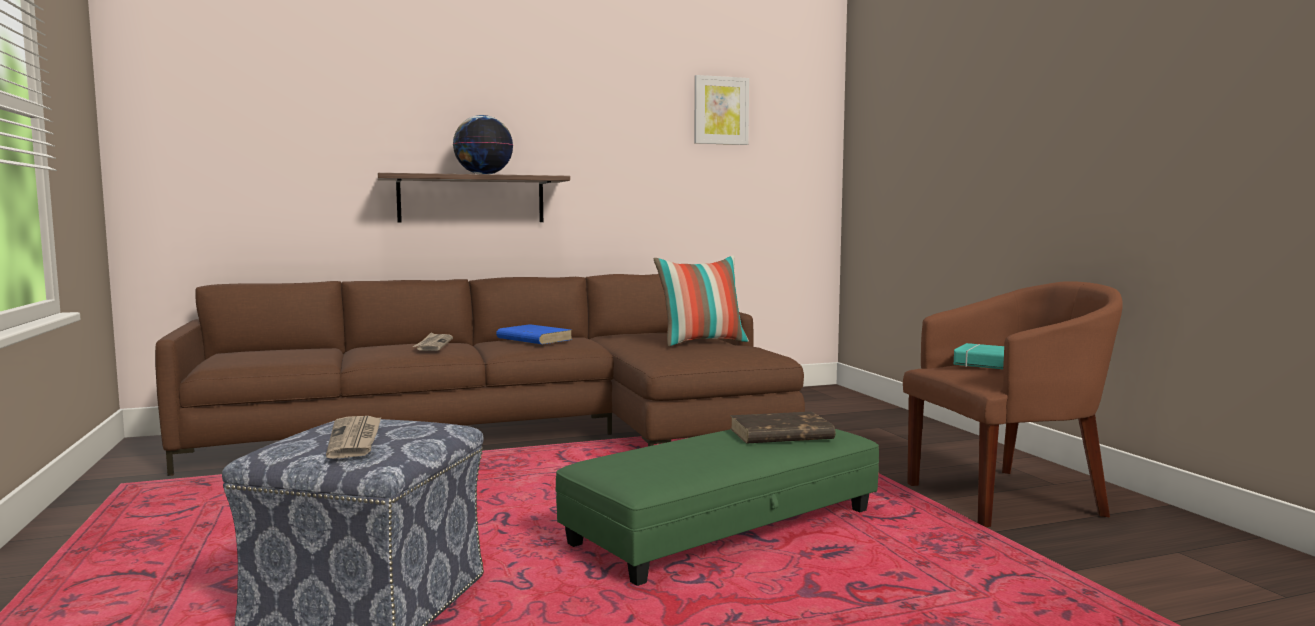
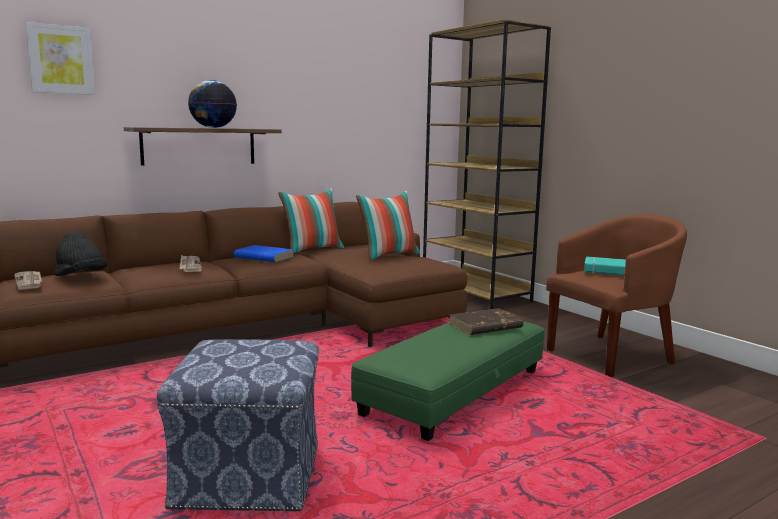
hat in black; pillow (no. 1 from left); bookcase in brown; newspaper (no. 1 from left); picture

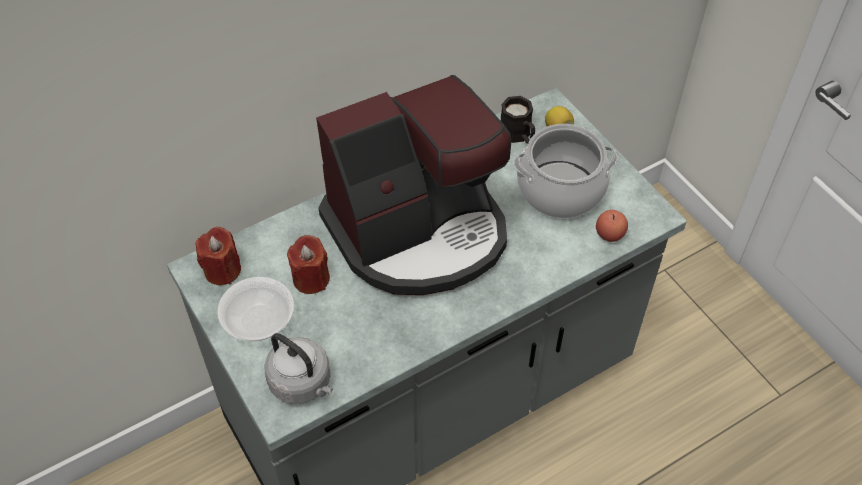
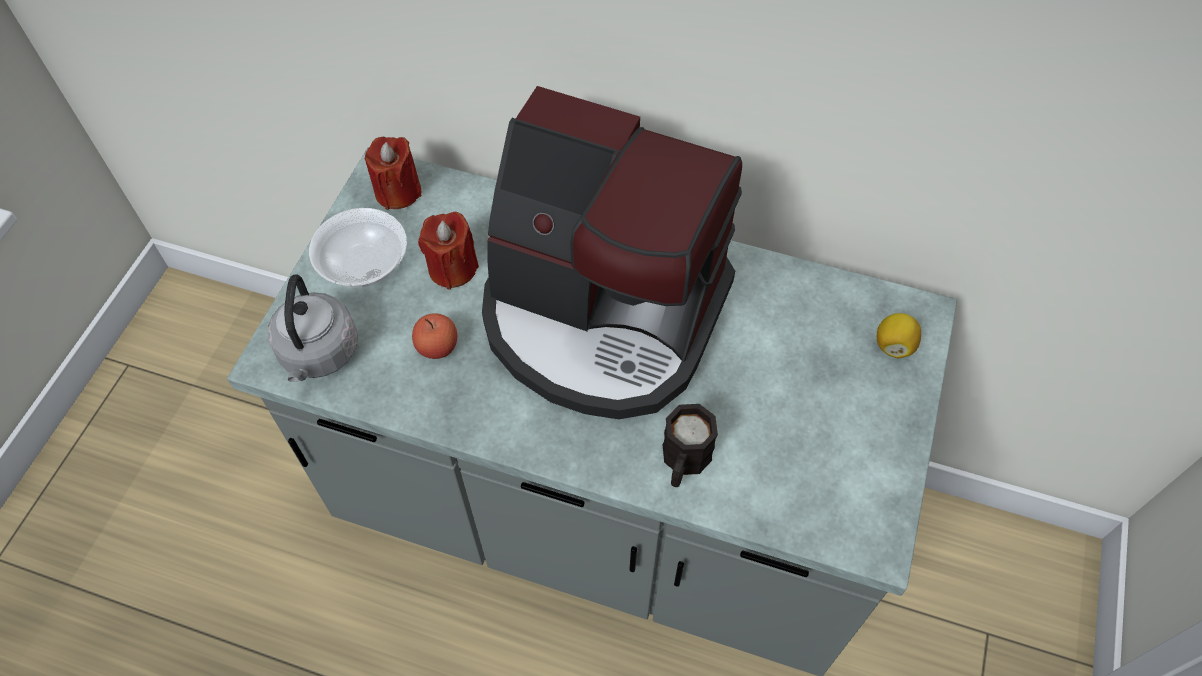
cooking pot; mug in black; apple

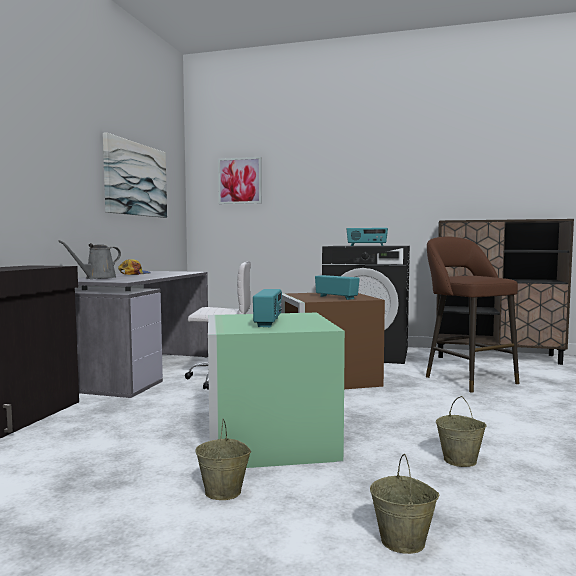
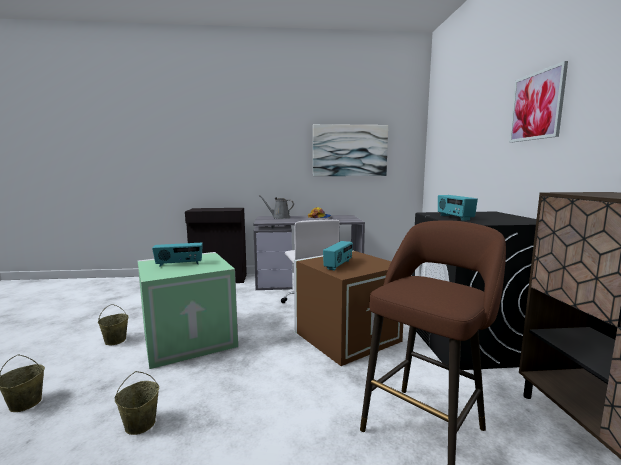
picture (no. 2 from left)

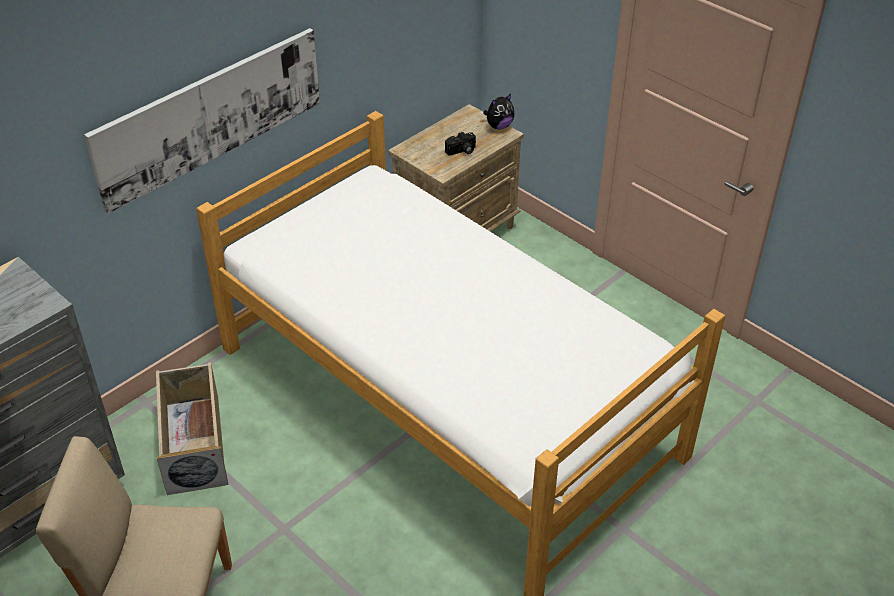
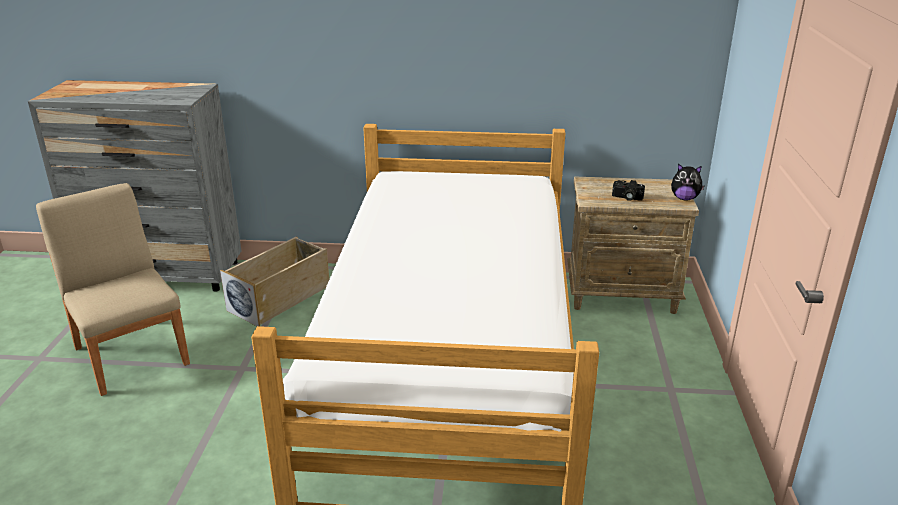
picture

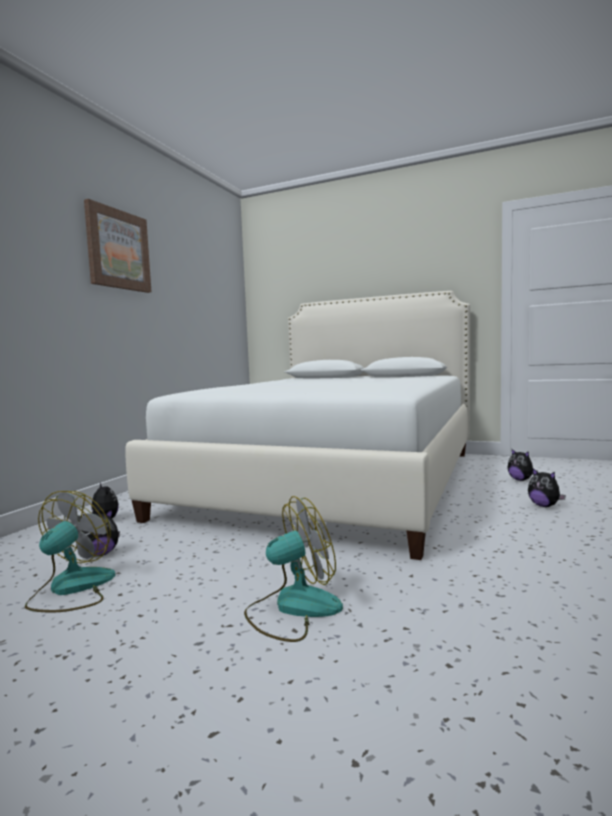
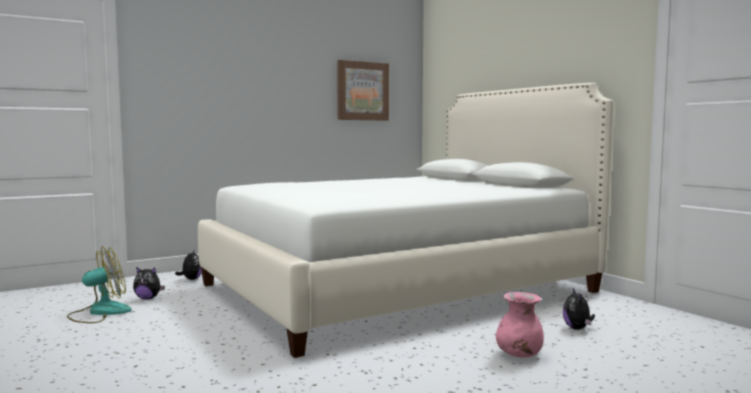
fan (no. 2 from left in the first image); picture; vase in pink

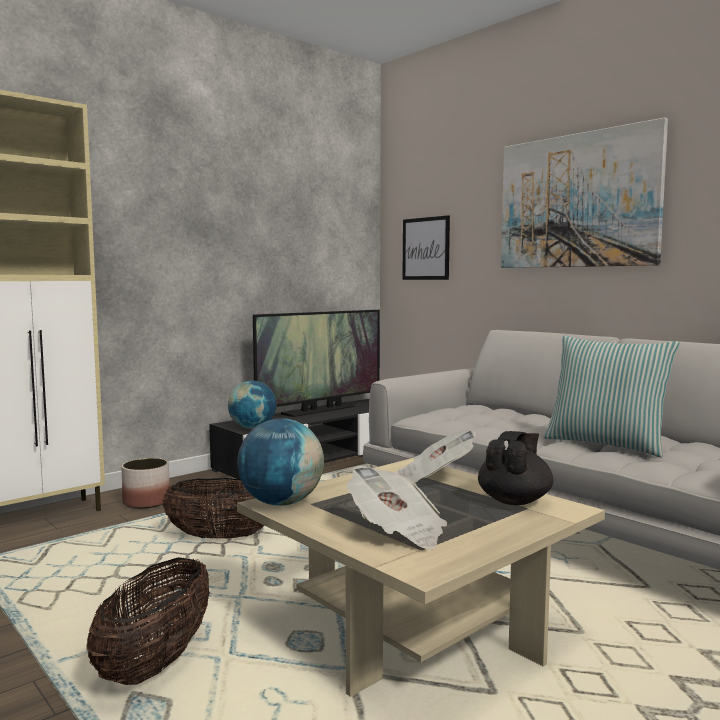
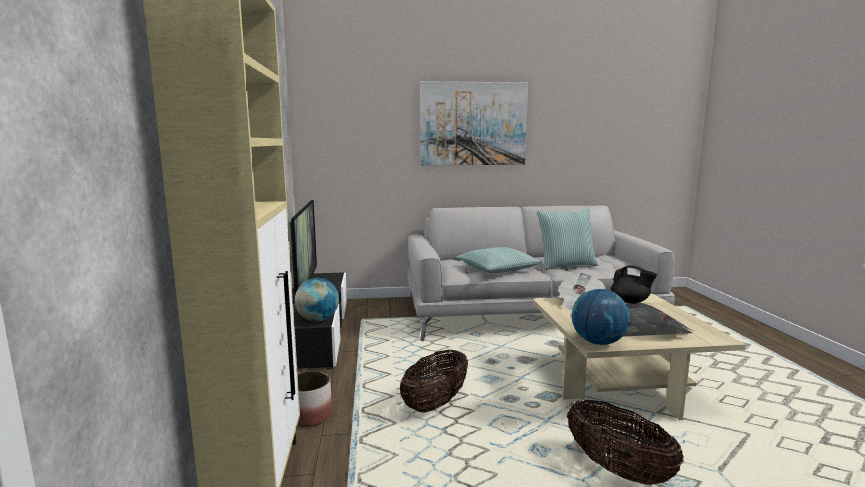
picture (no. 1 from left in the first image); pillow (no. 1 from left); teapot in black

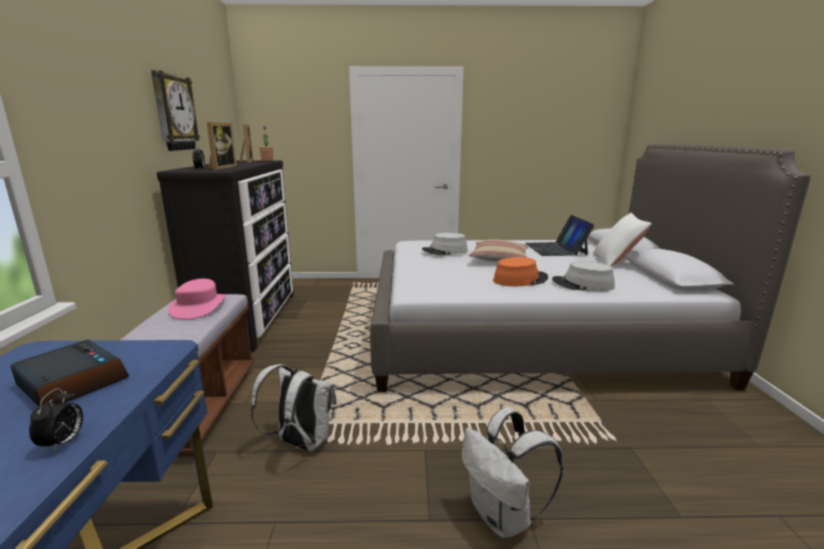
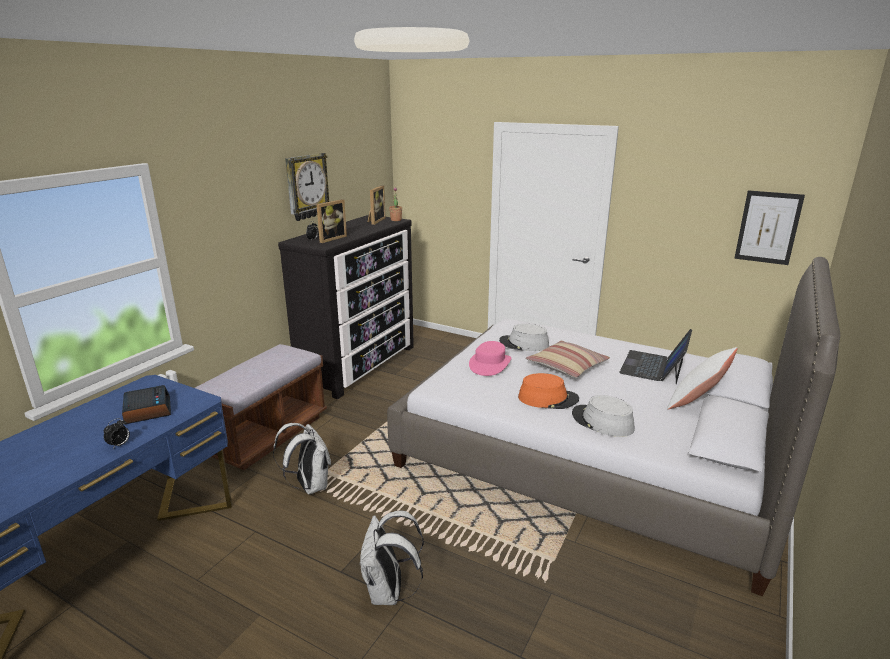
picture; hat in pink

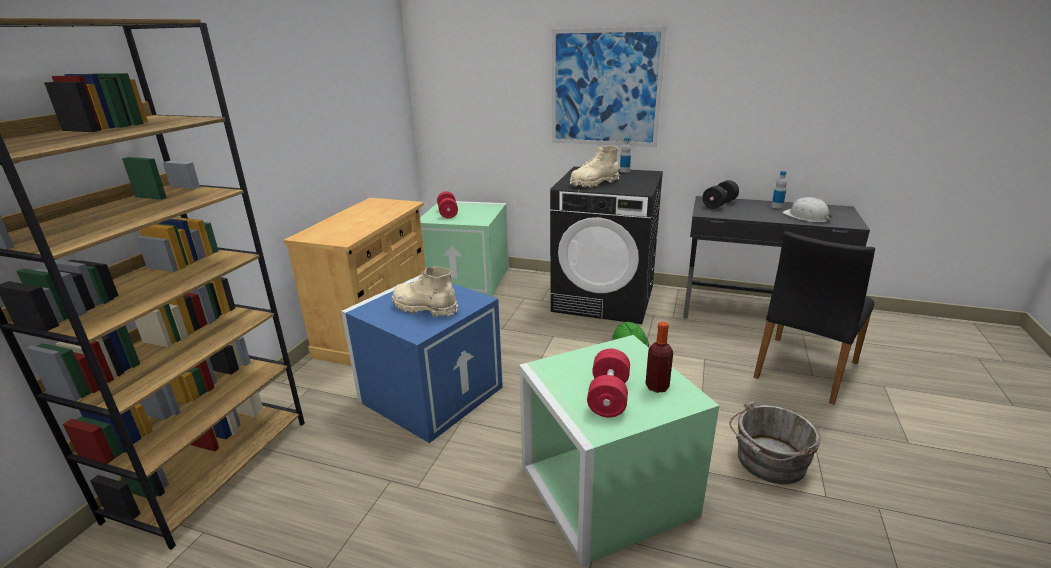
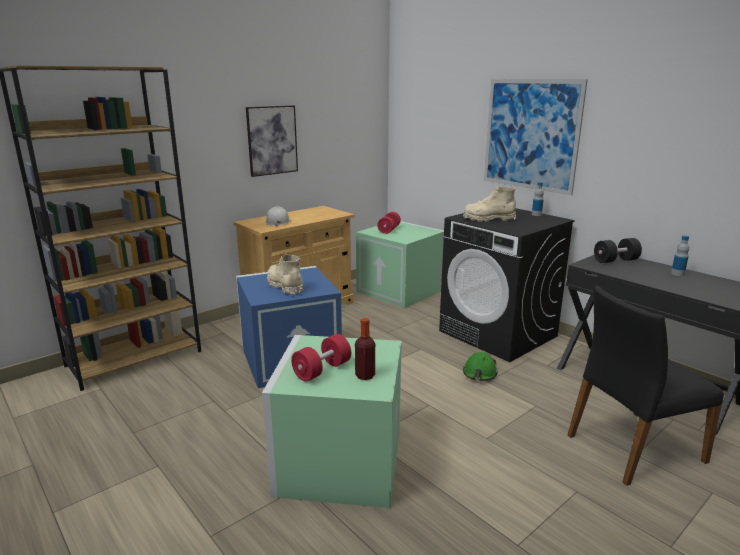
bucket in grey; picture (no. 1 from left); hard hat in white

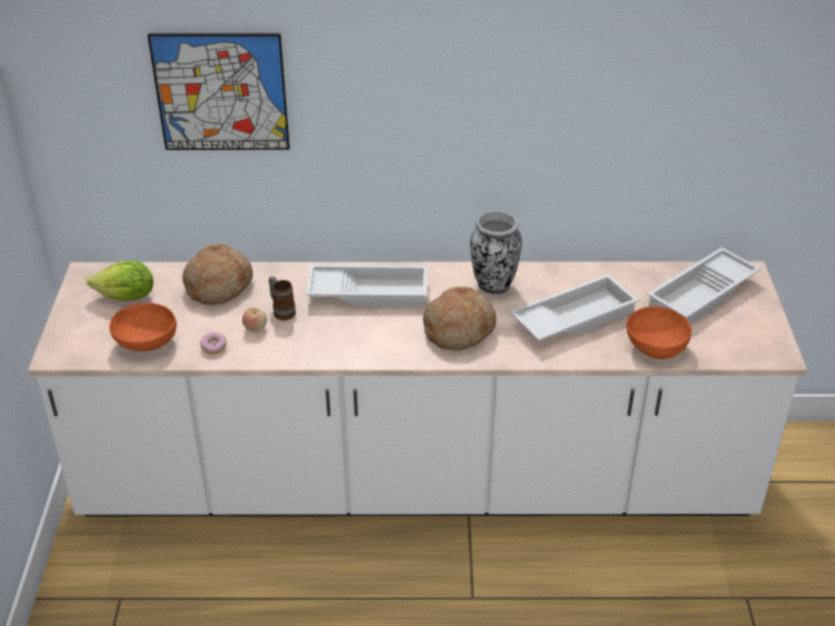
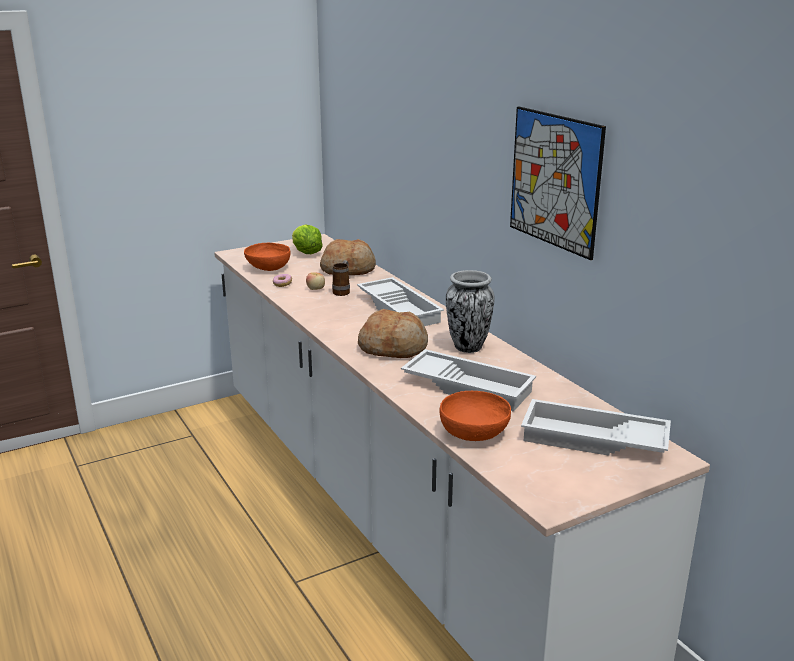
picture

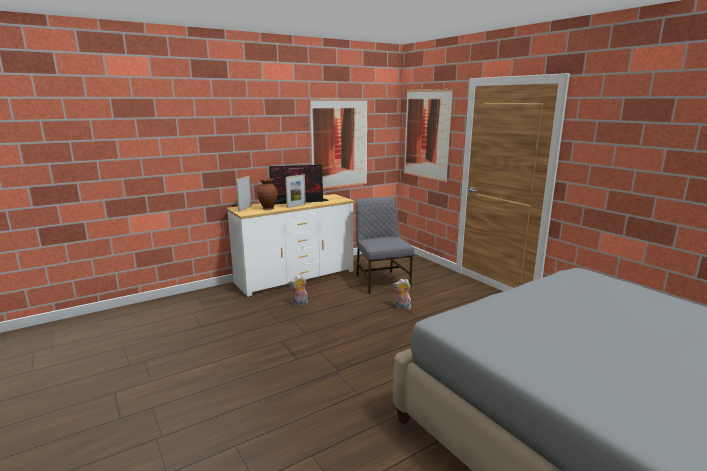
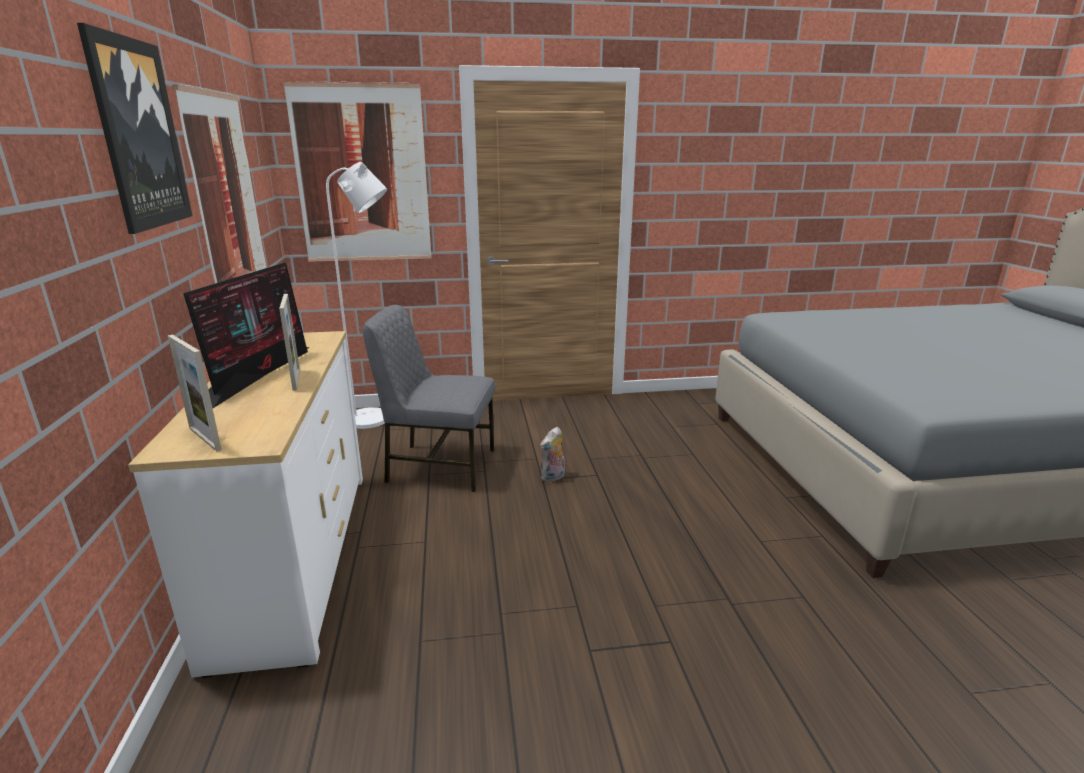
vase in brown; plush toy (no. 1 from left in the first image); picture (no. 1 from left); floor lamp in white

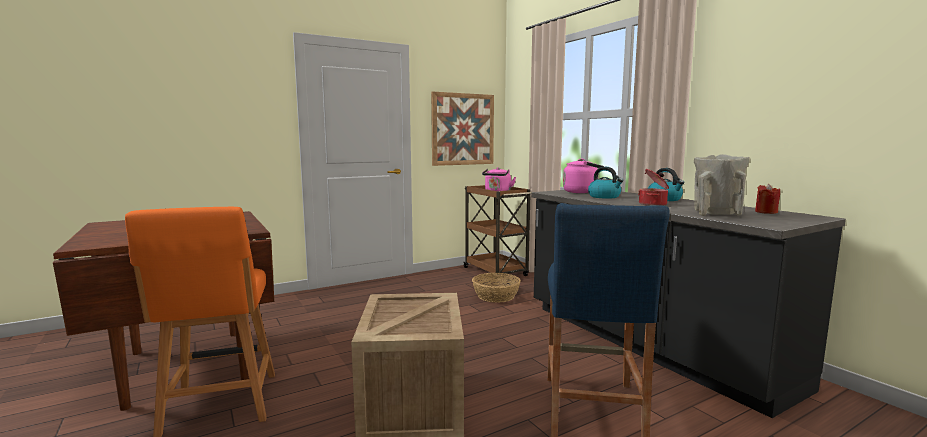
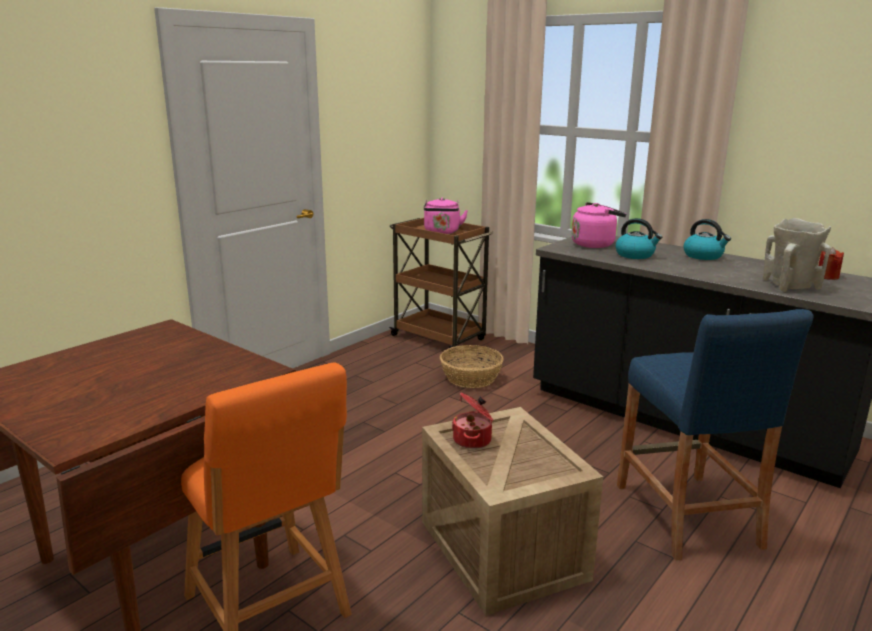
picture; cooking pot

